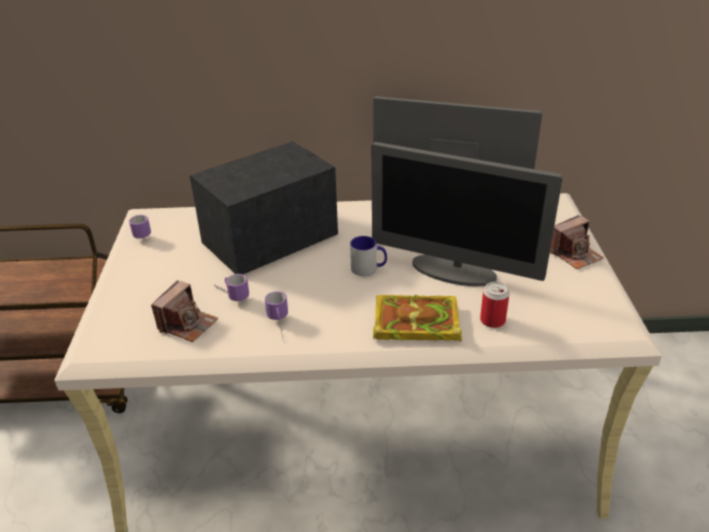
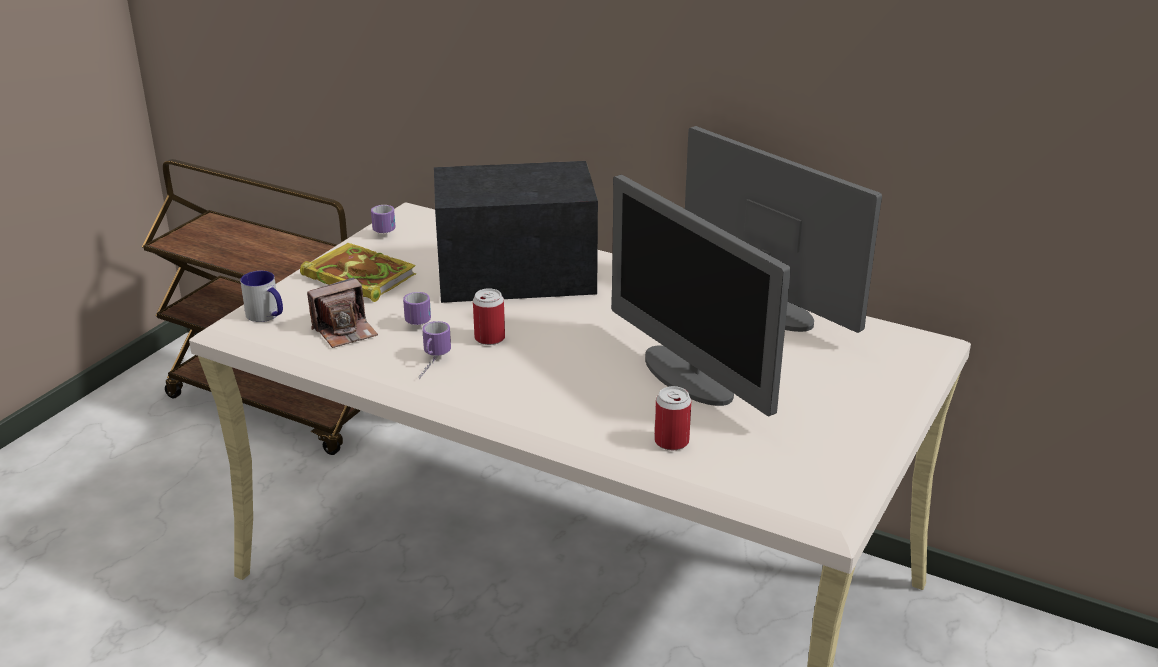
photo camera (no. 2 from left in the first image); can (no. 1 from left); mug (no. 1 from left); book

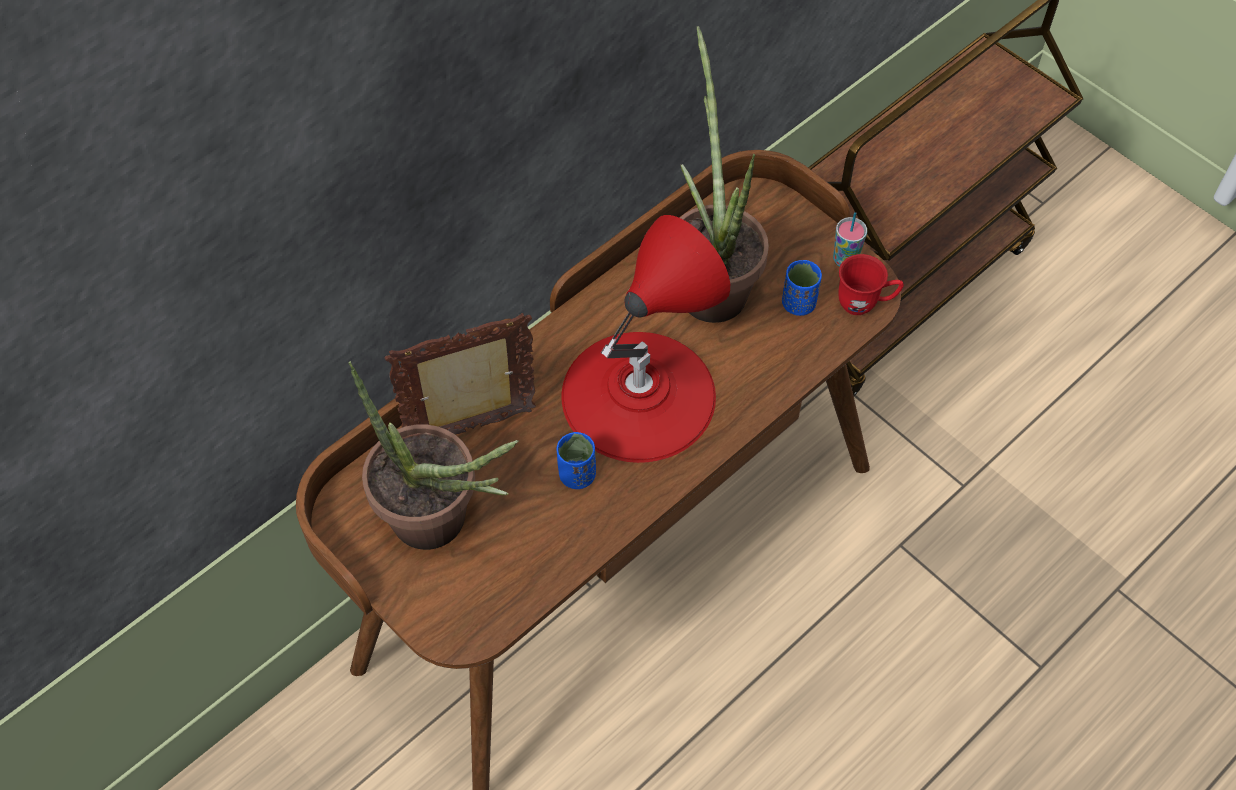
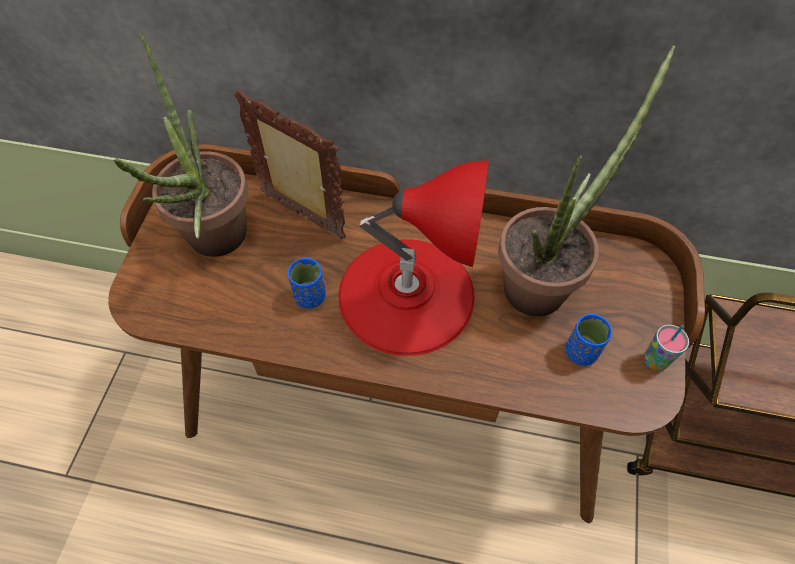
mug in red

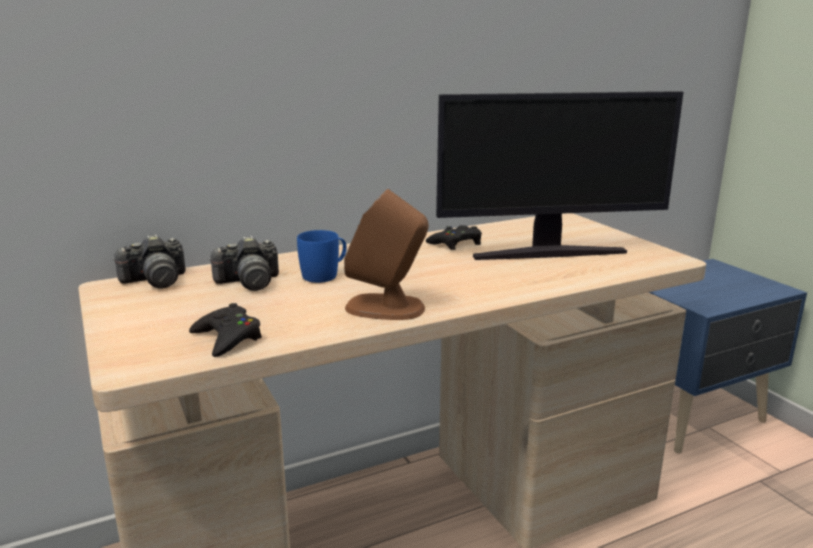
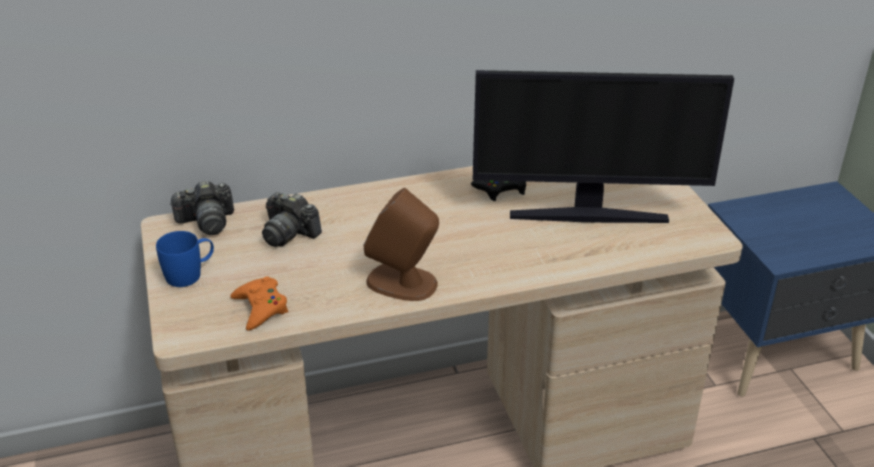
mug in blue; game controller in orange; photo camera (no. 2 from left)

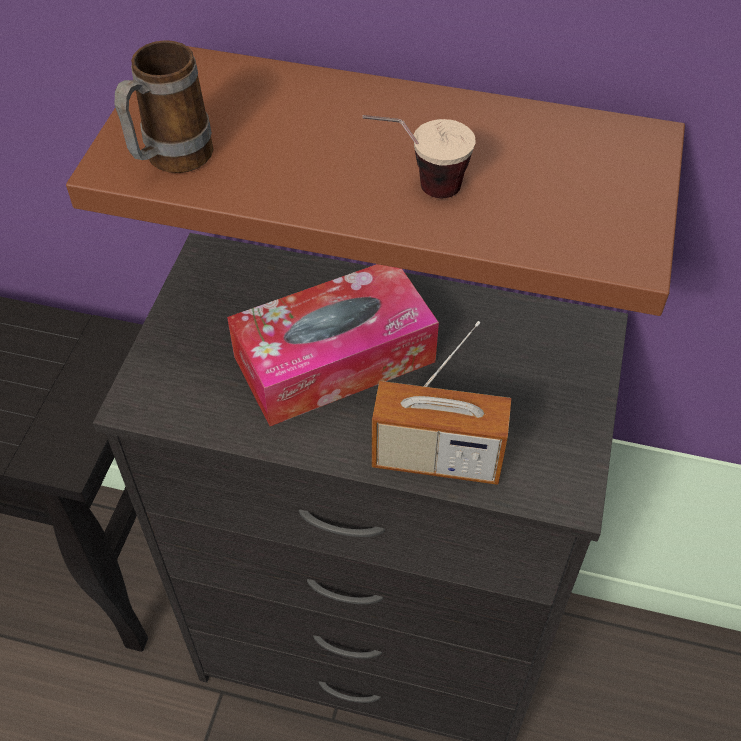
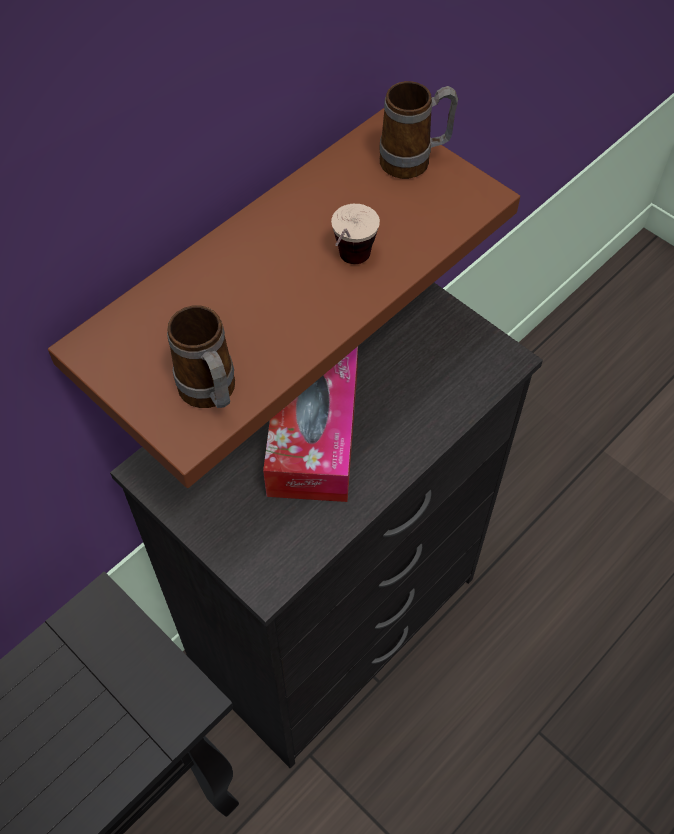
radio; mug (no. 2 from left)

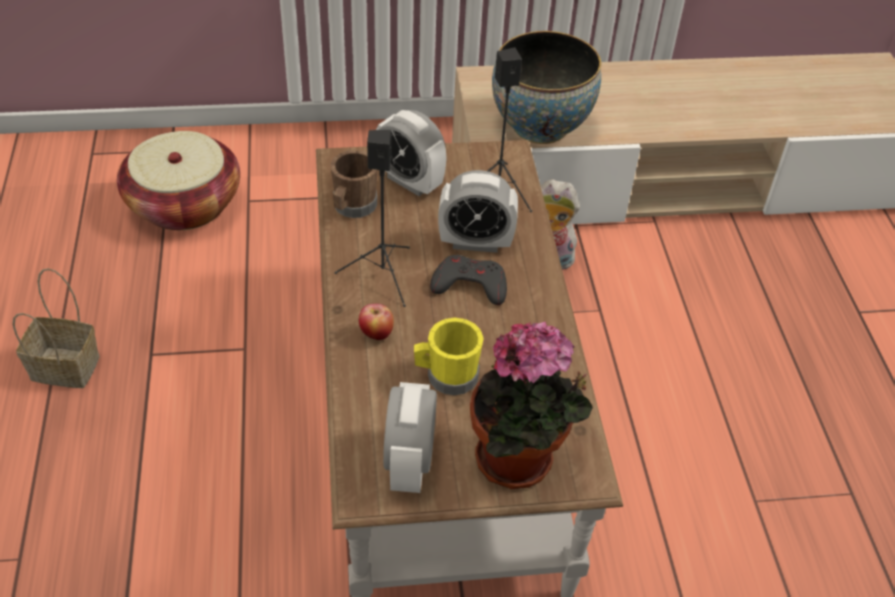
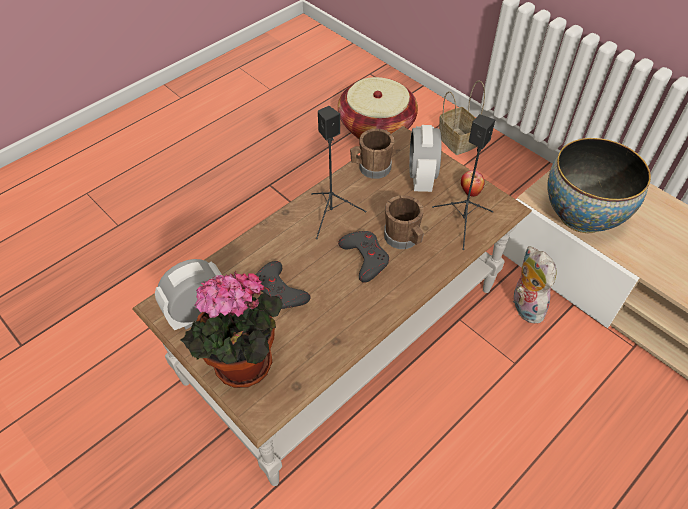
basket (no. 2 from left); apple; game controller in grey (no. 1 from left); mug in brown (no. 2 from left)

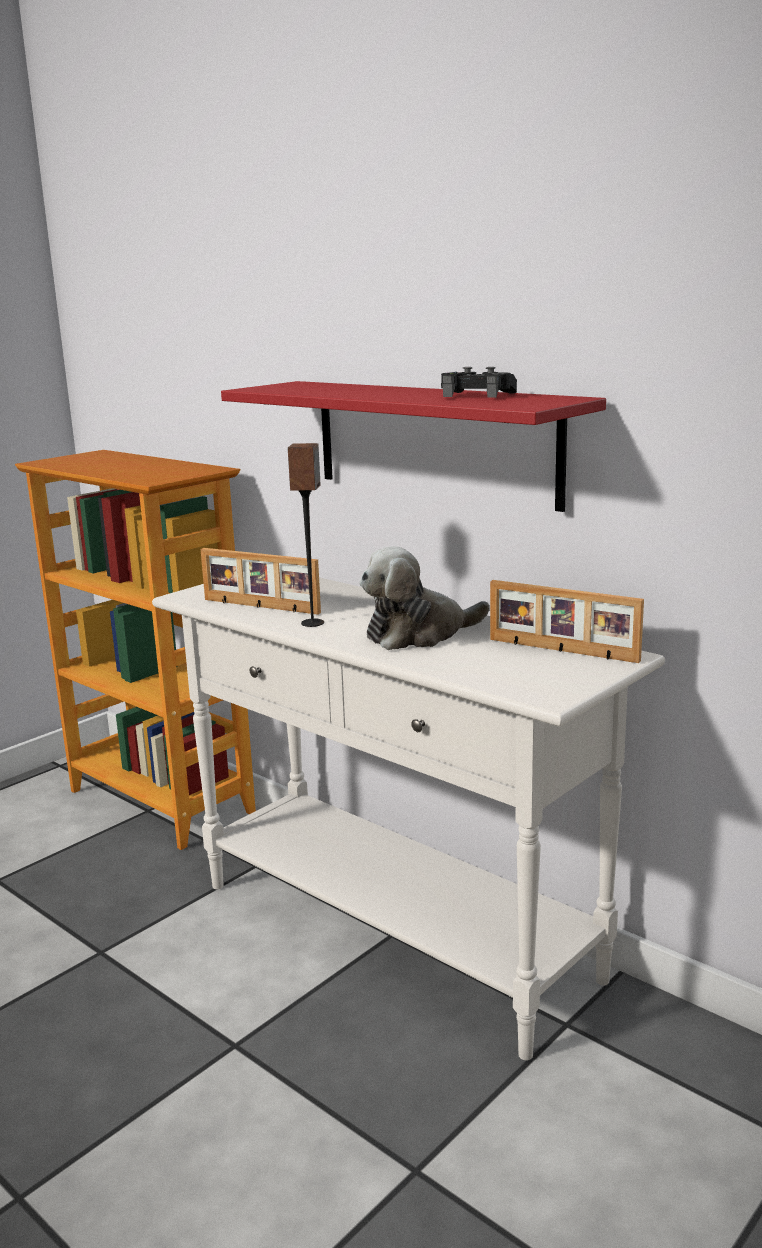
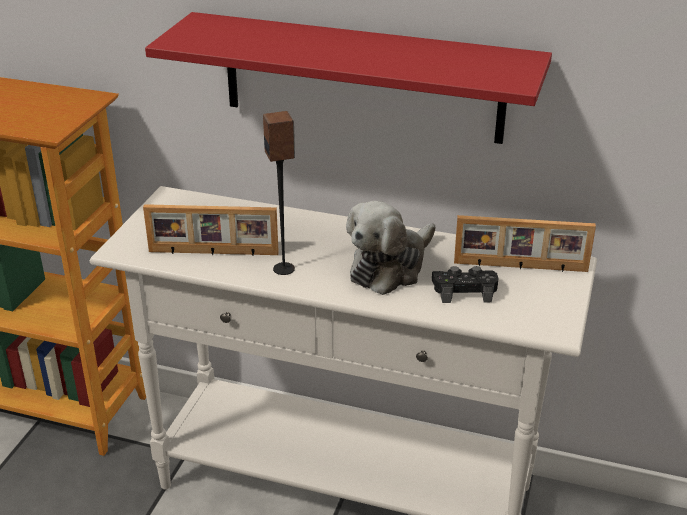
game controller in black

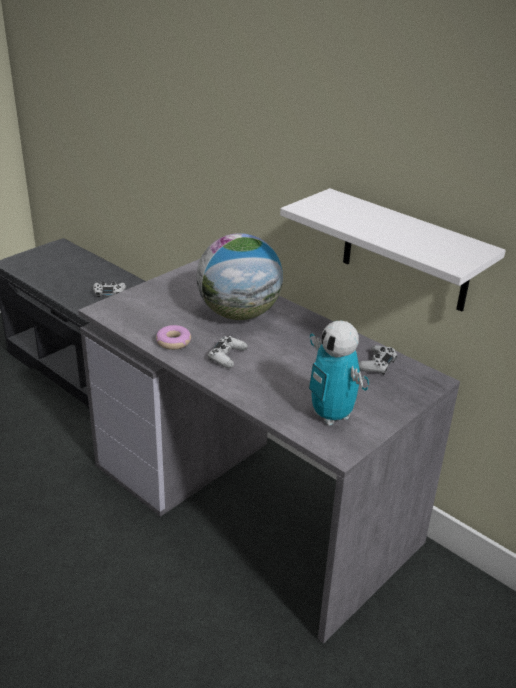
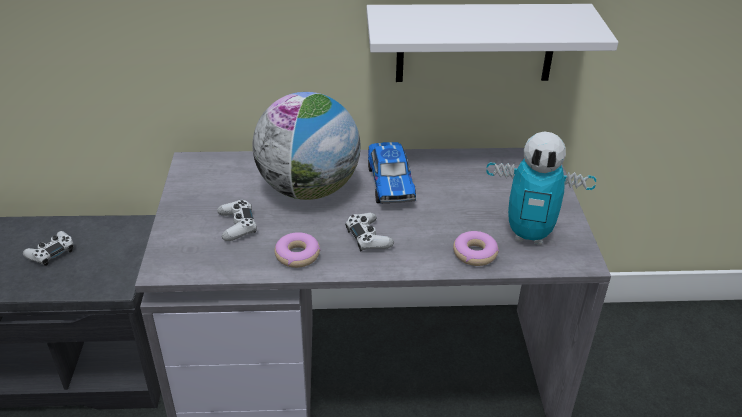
toy car; donut (no. 2 from left); game controller in white (no. 2 from left)

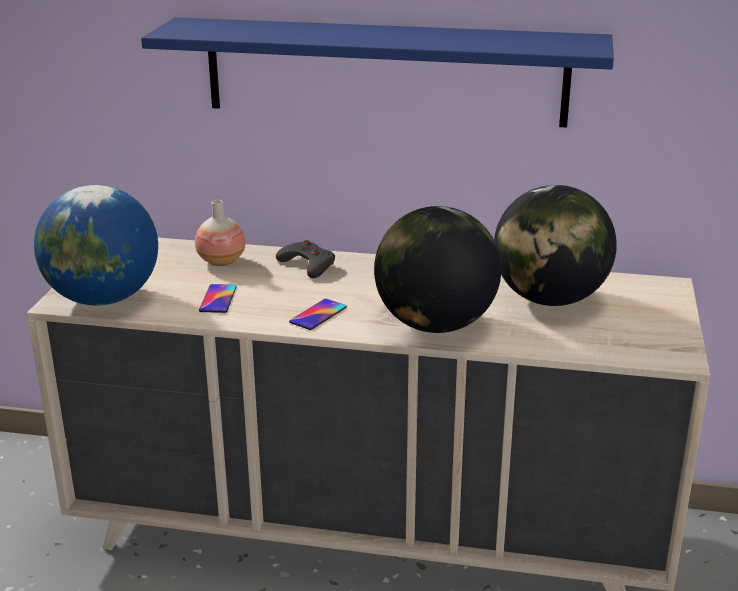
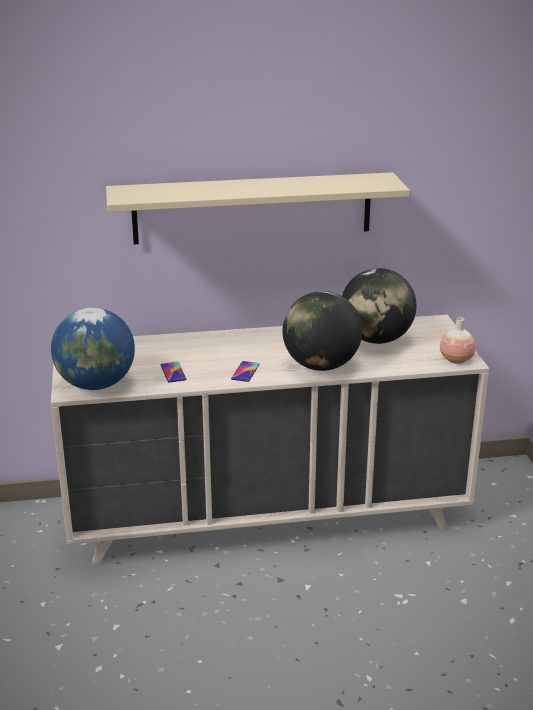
game controller in grey; vase; shelf in beige

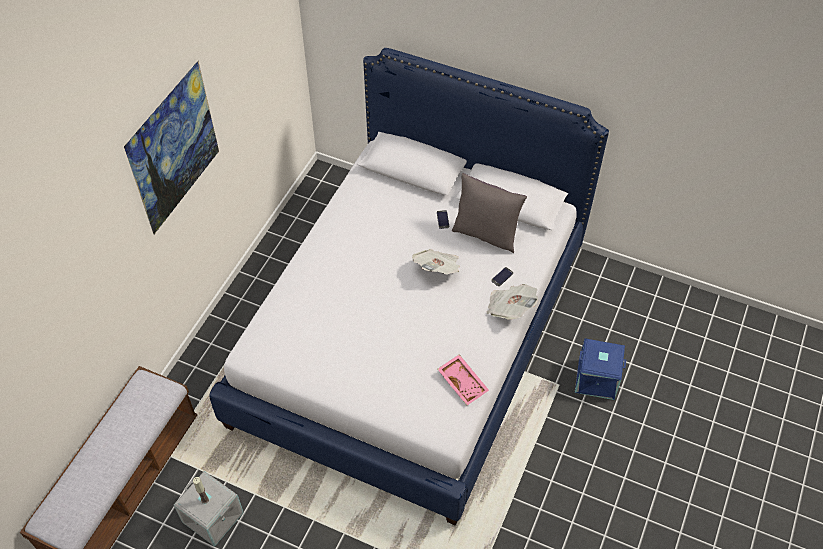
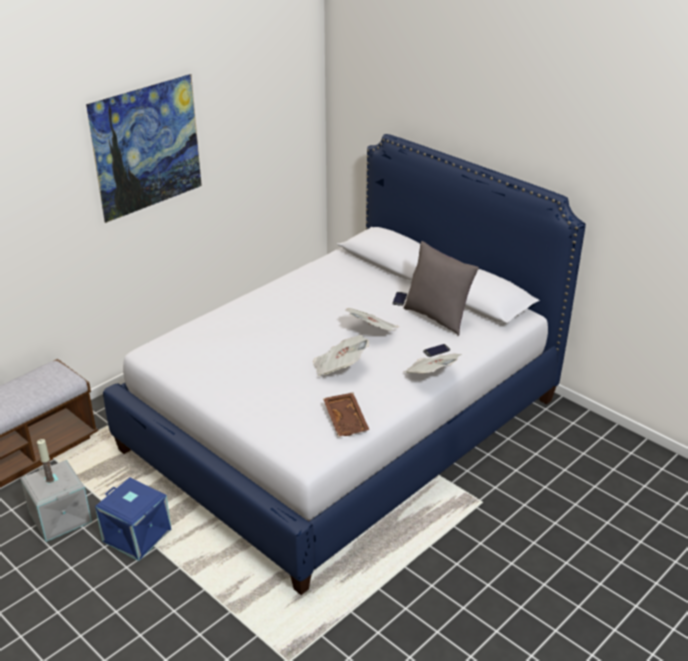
newspaper (no. 1 from left); storage box in blue; tray in brown

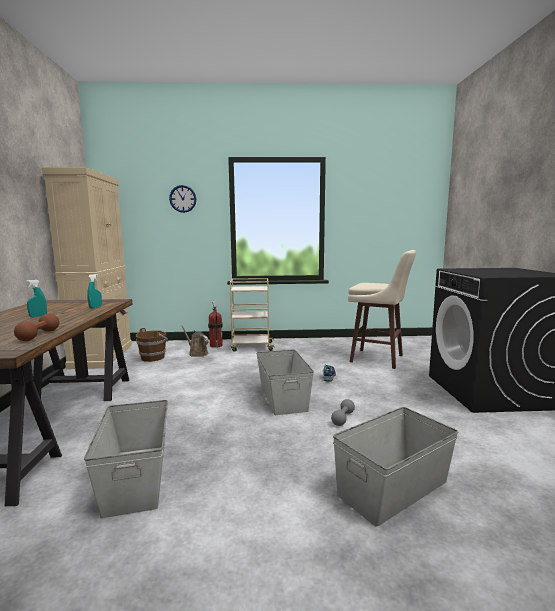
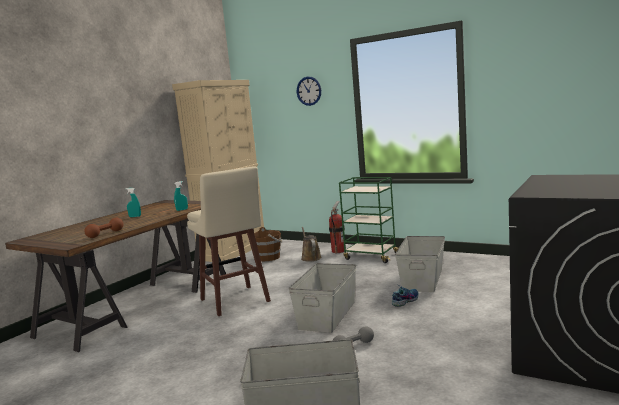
storage box in grey (no. 3 from left); stool in beige; cart in green

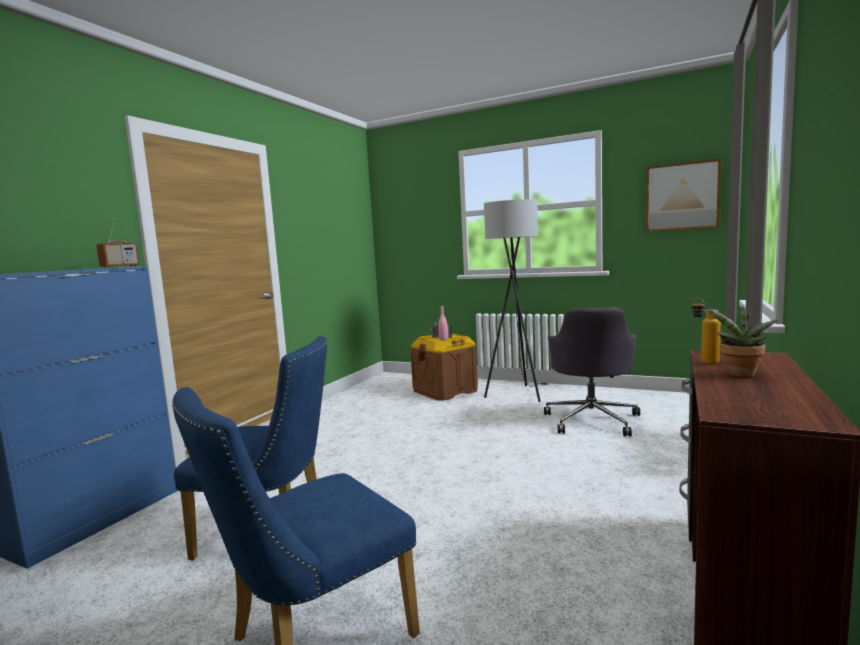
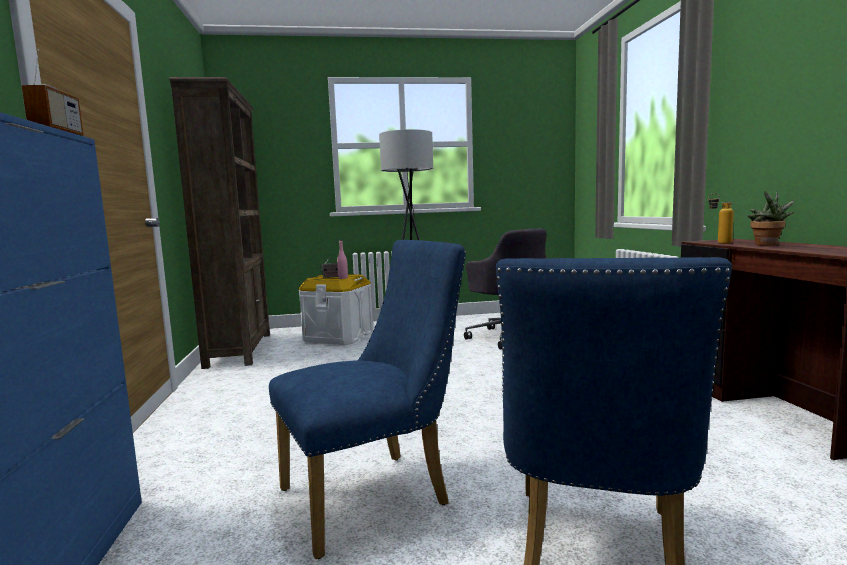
picture; bookcase in brown; storage box in white

